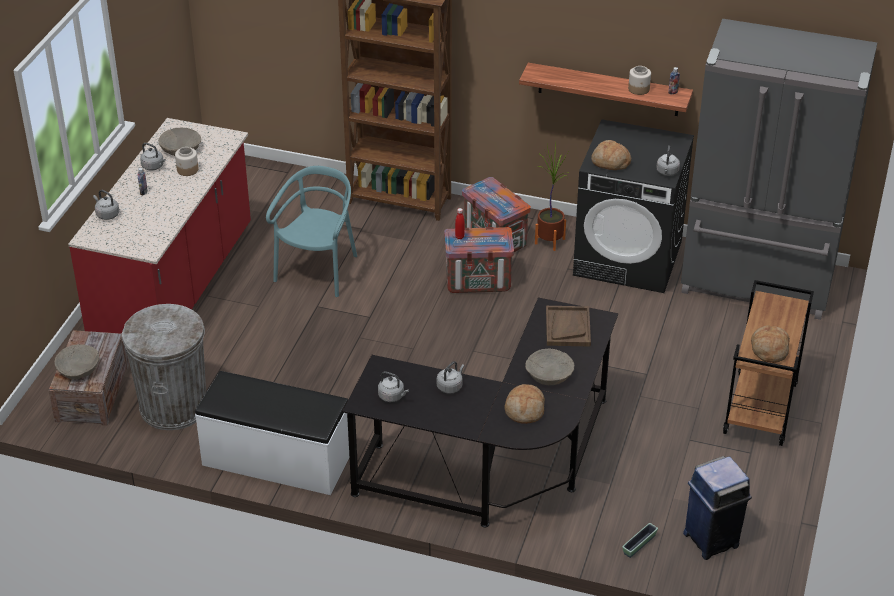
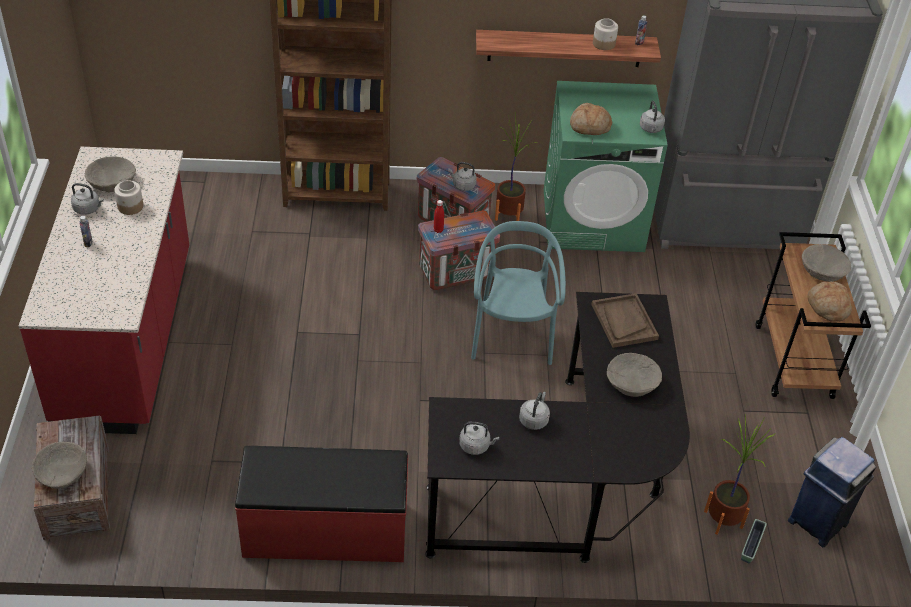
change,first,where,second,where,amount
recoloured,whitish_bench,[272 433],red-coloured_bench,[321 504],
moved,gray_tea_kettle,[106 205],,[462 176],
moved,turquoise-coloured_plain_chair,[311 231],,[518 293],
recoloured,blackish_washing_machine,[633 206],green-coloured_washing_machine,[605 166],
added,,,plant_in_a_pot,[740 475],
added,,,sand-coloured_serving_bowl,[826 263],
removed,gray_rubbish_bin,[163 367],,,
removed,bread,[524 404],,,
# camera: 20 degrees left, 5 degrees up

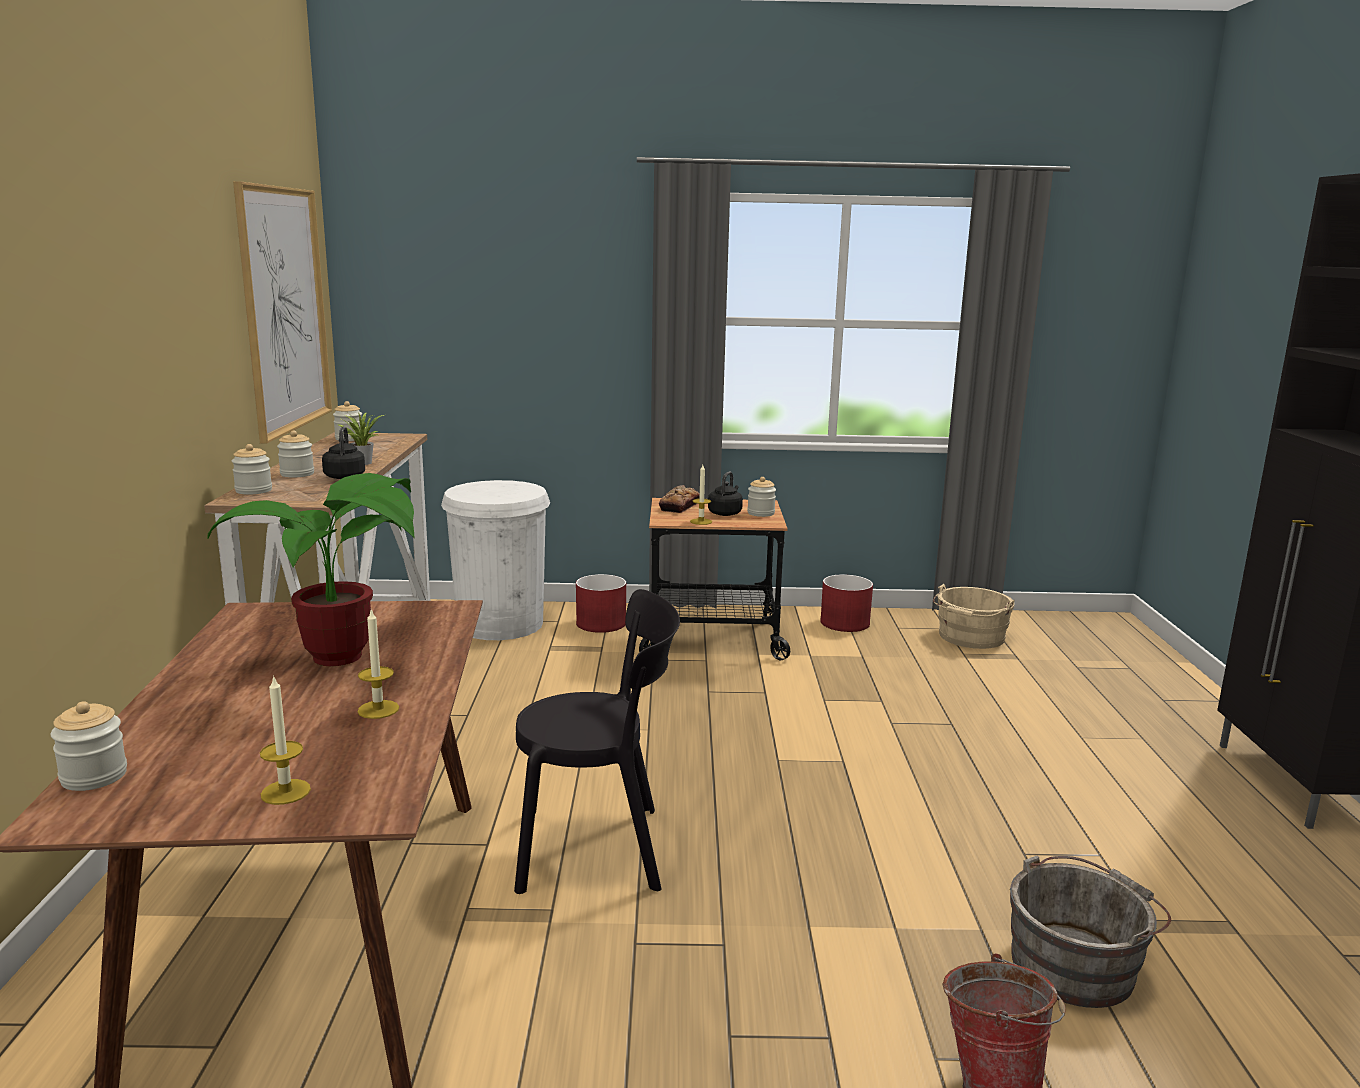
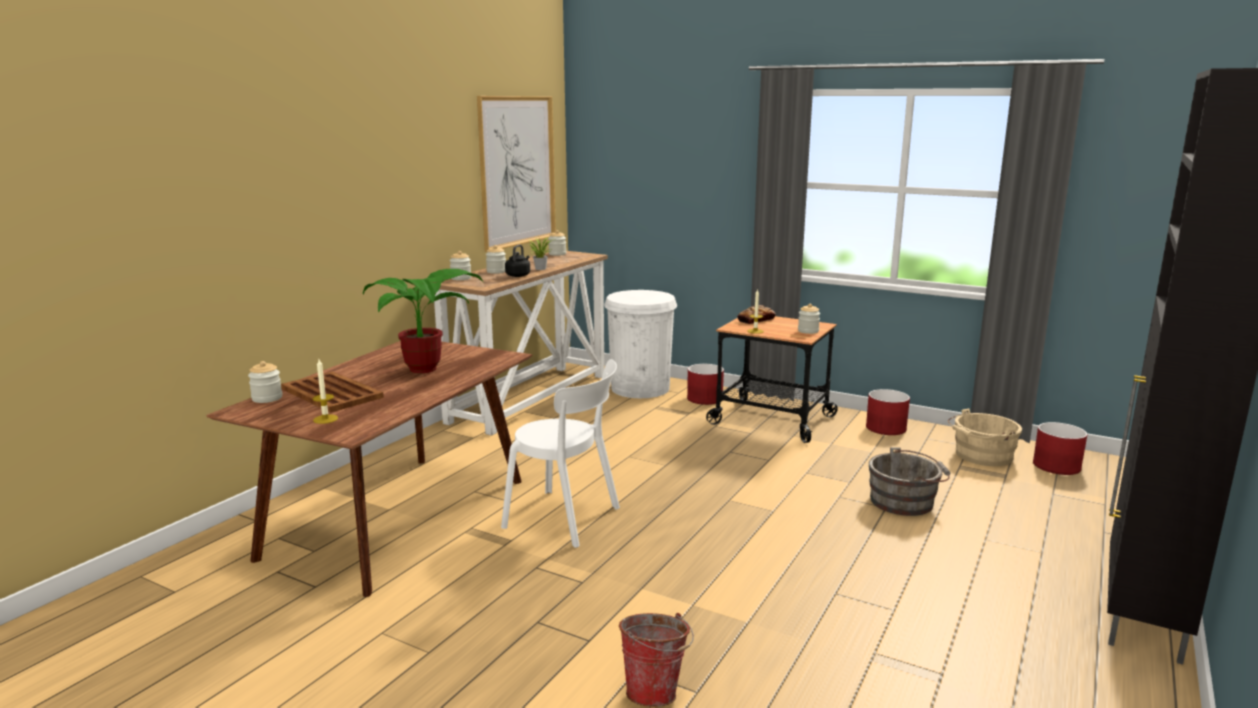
change,first,where,second,where,amount
added,,,brownish_serving_tray,[332 392],
recoloured,blackish_plain_chair,[597 741],whitish_plain_chair,[560 453],
moved,gray_bucket,[1090 931],,[909 481],
added,,,red-coloured_plant_pot,[1060 448],
removed,wax_candle,[378 664],,,
removed,blackish_tea_kettle,[725 493],,,
# camera: 30 degrees right, 0 degrees up

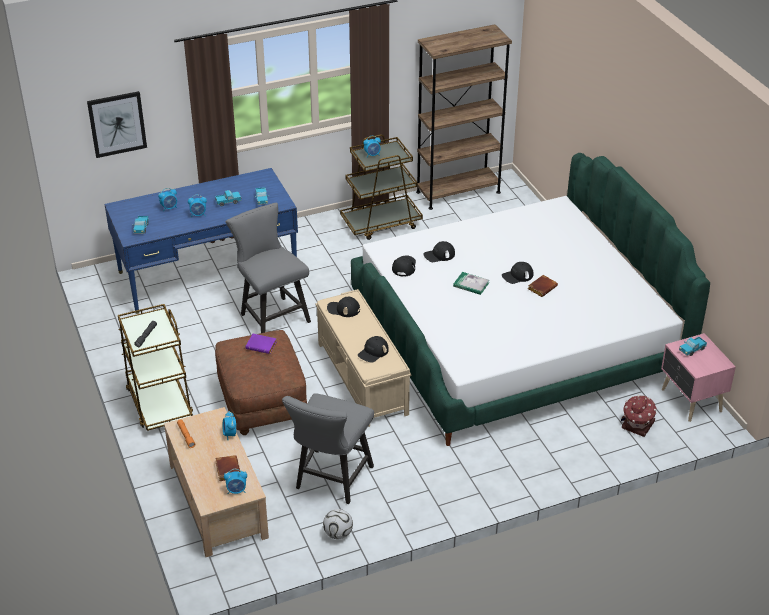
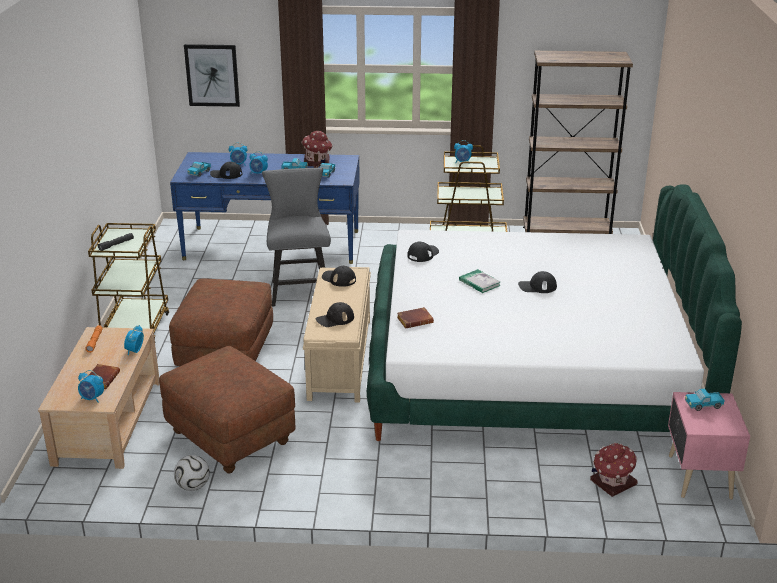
change,first,where,second,where,amount
replaced,gray_plain_chair,[328 448],brownish_ottoman,[227 409],
moved,blackish_cap,[439 251],,[226 170],
added,,,miniature_house,[317 149],
moved,brownish_volume,[543 286],,[415 318],
removed,purple_volume,[261 344],,,
# camera: 25 degrees right, 10 degrees down

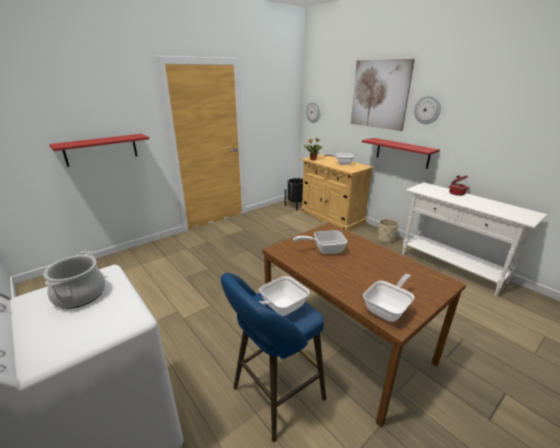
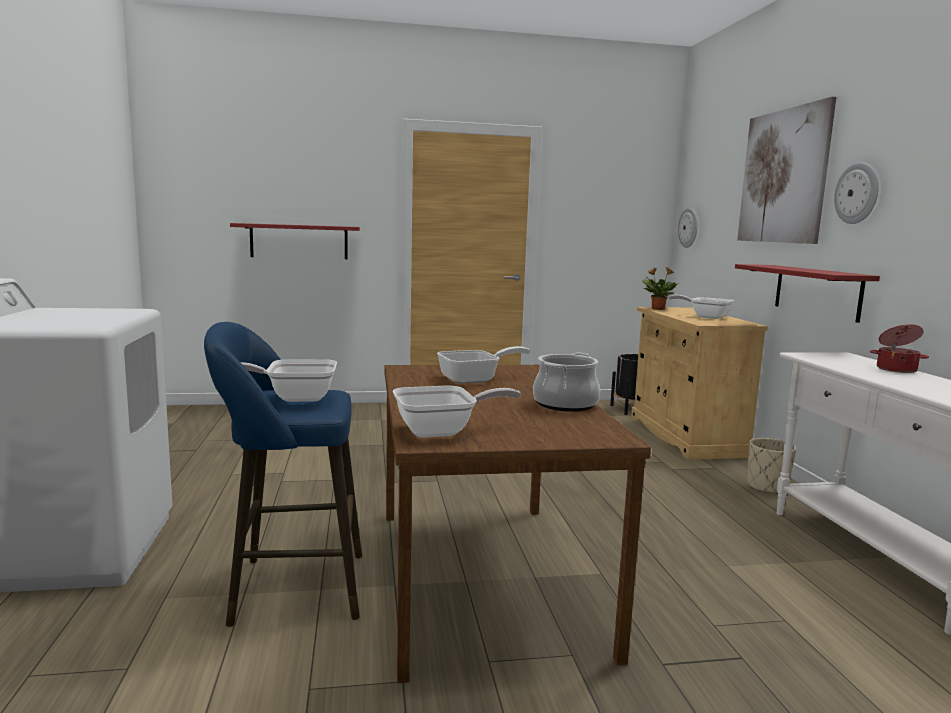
change,first,where,second,where,amount
turned,frying_pan,[320 242],,[483 365],135 degrees clockwise
moved,saucepot,[74 280],,[566 382],
# camera: 30 degrees right, 15 degrees down

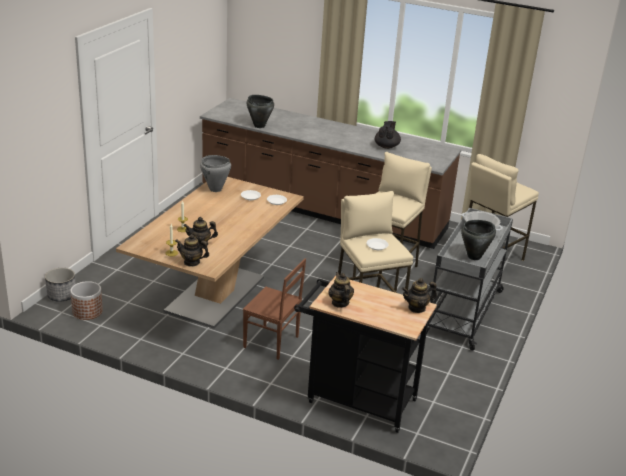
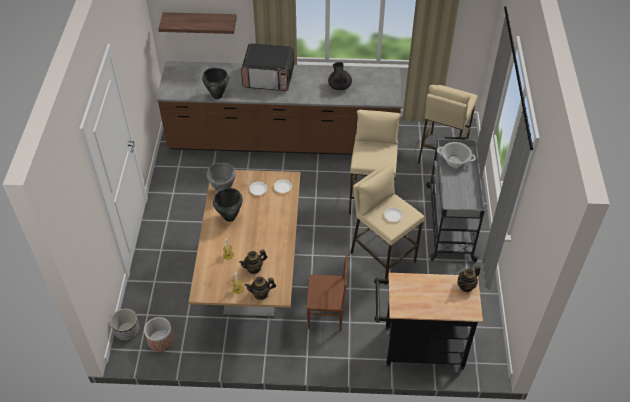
change,first,where,second,where,amount
added,,,bracket_shelf,[197 23],
moved,blackish_saucepot,[478 240],,[228 205],
added,,,kitchen_microwave,[267 67],
removed,teapot,[341 290],,,
# camera: 20 degrees left, 20 degrees up

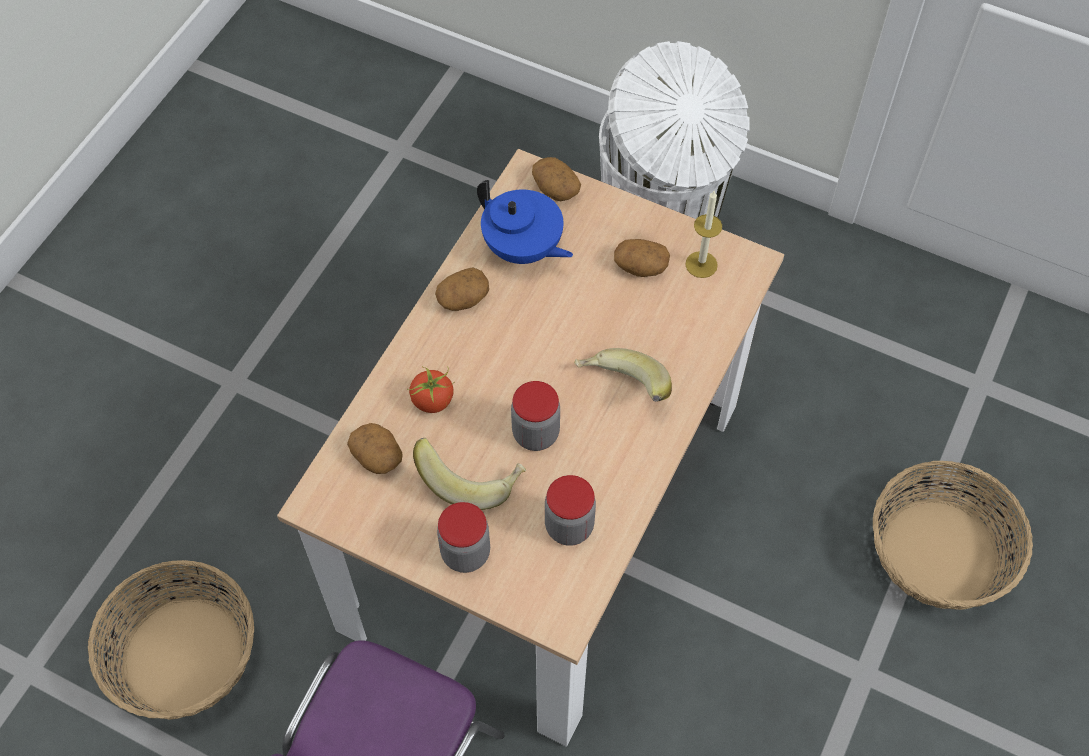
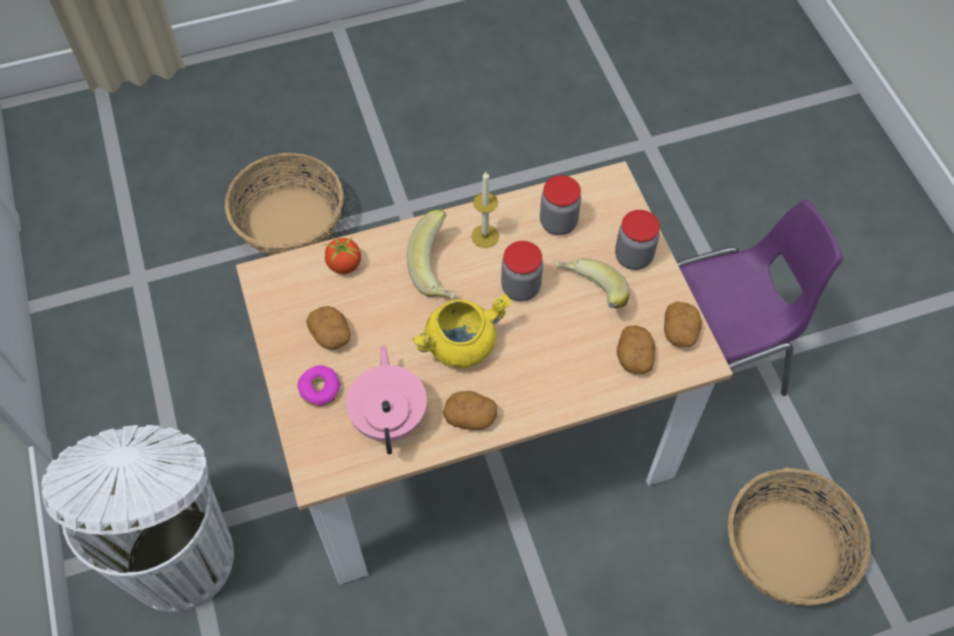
change,first,where,second,where,amount
added,,,doughnut,[319 386],
moved,whole_tomato,[430 389],,[341 254],
recoloured,blue_teapot,[525 222],pink-coloured_teapot,[386 399],
added,,,yellowish_saucepot,[462 331],
moved,wax_candle,[703 234],,[485 210],
moved,potato,[556 179],,[683 324],
# camera: 135 degrees left, 0 degrees up

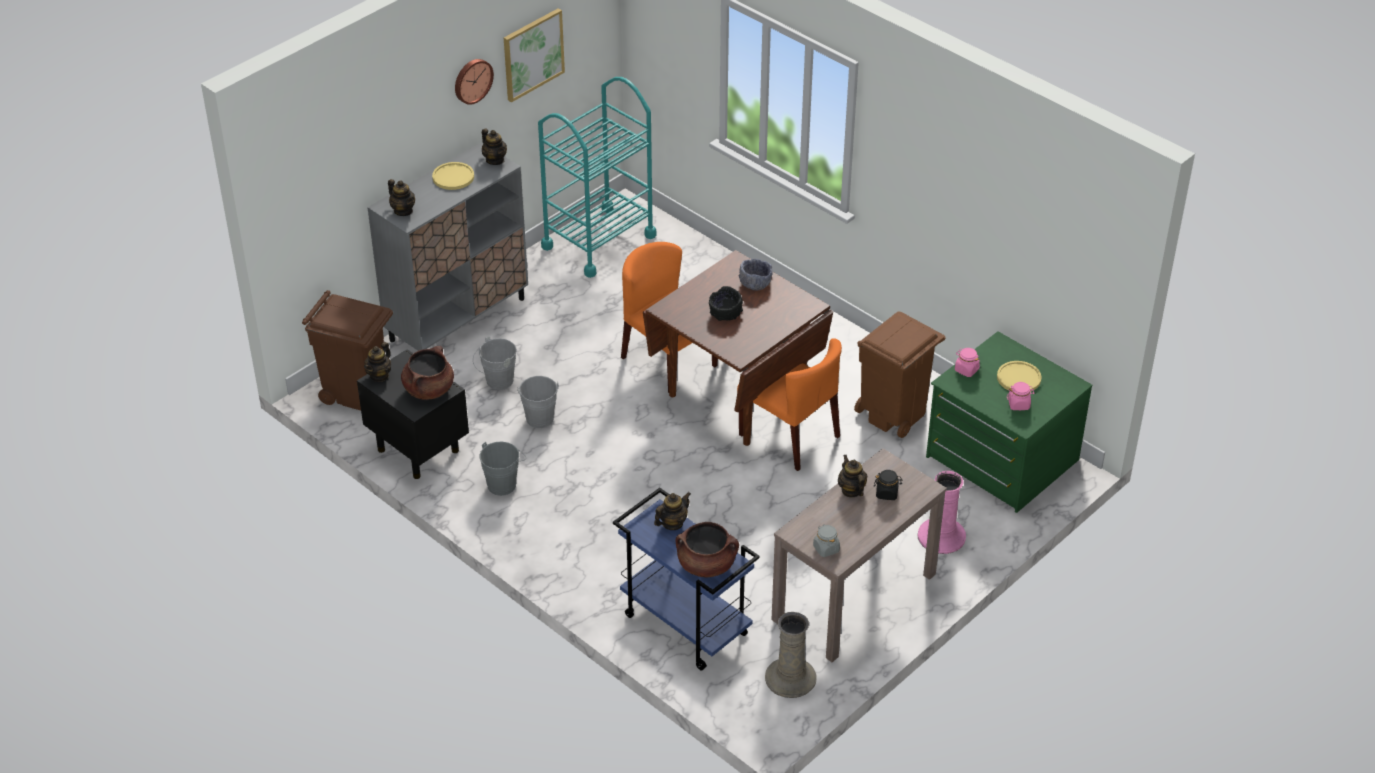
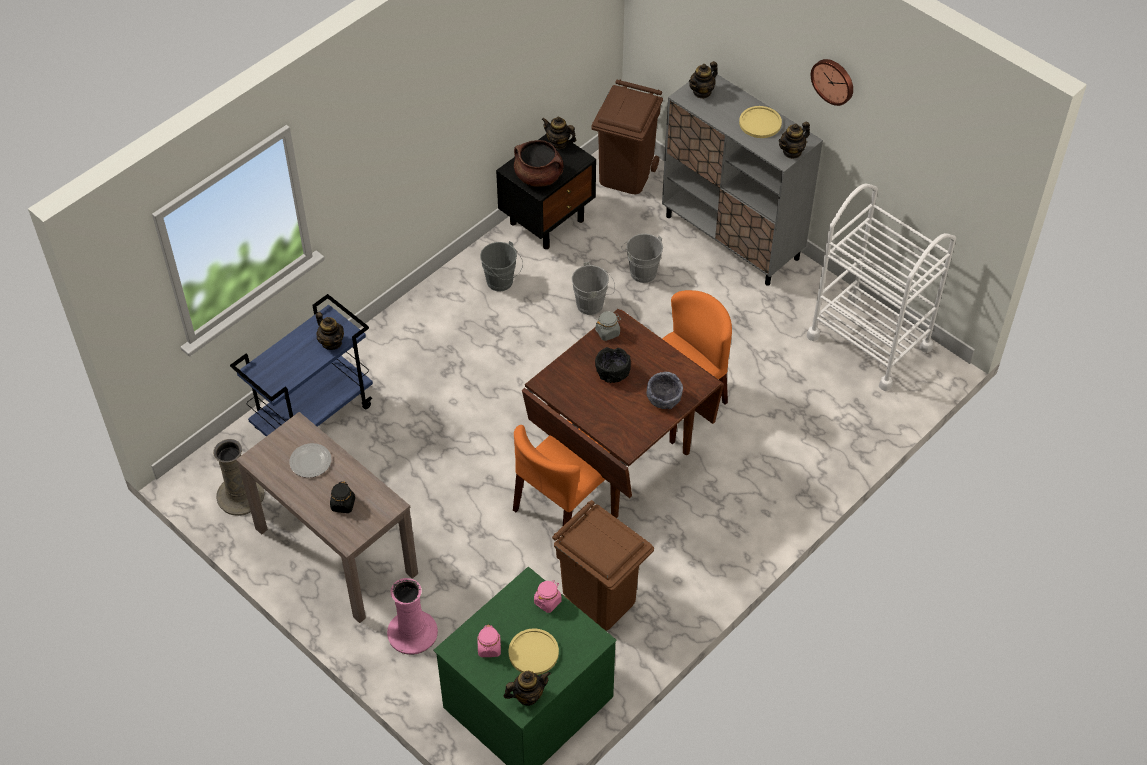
change,first,where,second,where,amount
added,,,dinner_plate,[310 460],
moved,teapot,[852 476],,[527 688],
moved,gray_storage_jar,[826 540],,[608 326],
recoloured,turquoise-coloured_cart,[597 177],whitish_cart,[881 287],
removed,wall_picture,[534 55],,,
removed,brownish_saucepot,[707 549],,,
# camera: 90 degrees right, 10 degrees up

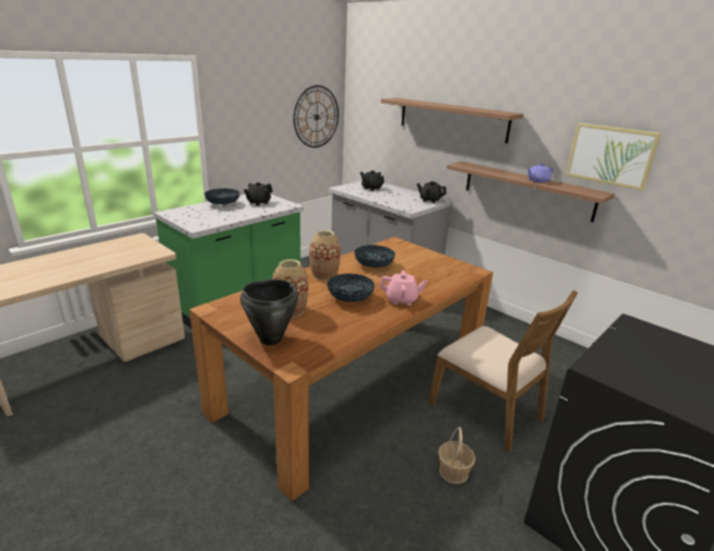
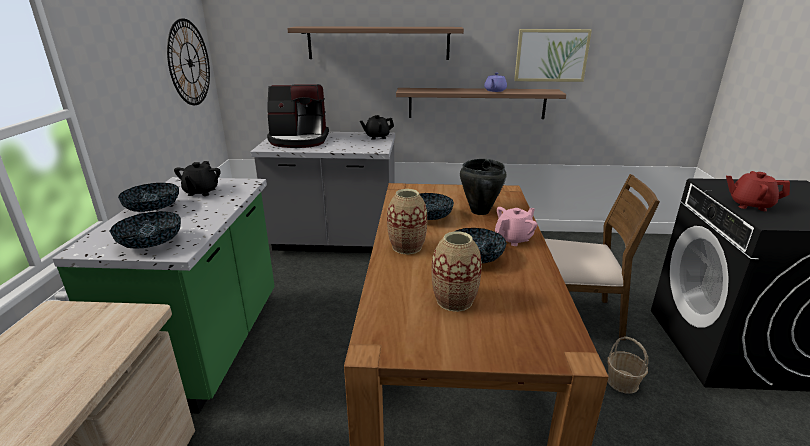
change,first,where,second,where,amount
added,,,serving_bowl,[145 230],
replaced,blackish_teapot,[372 181],coffee_machine,[298 116],
moved,blackish_saucepot,[269 312],,[483 187],
added,,,red-coloured_teapot,[758 191],
# camera: 40 degrees left, 0 degrees up

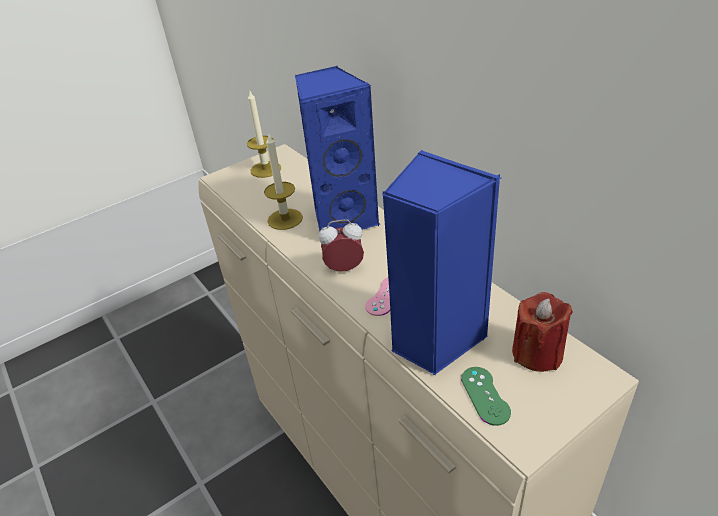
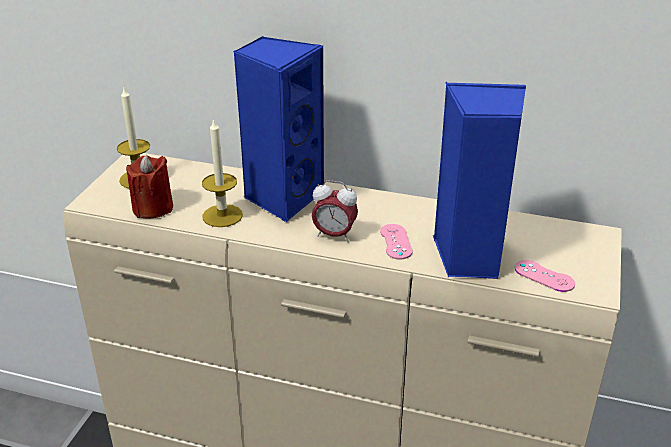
change,first,where,second,where,amount
moved,red-coloured_wax_candle,[542 332],,[149 187],
turned,bedside_clock,[341 245],,[335 211],120 degrees counterclockwise
recoloured,green-coloured_gamepad,[486 396],pink-coloured_gamepad,[545 276],
# camera: 40 degrees left, 5 degrees down

